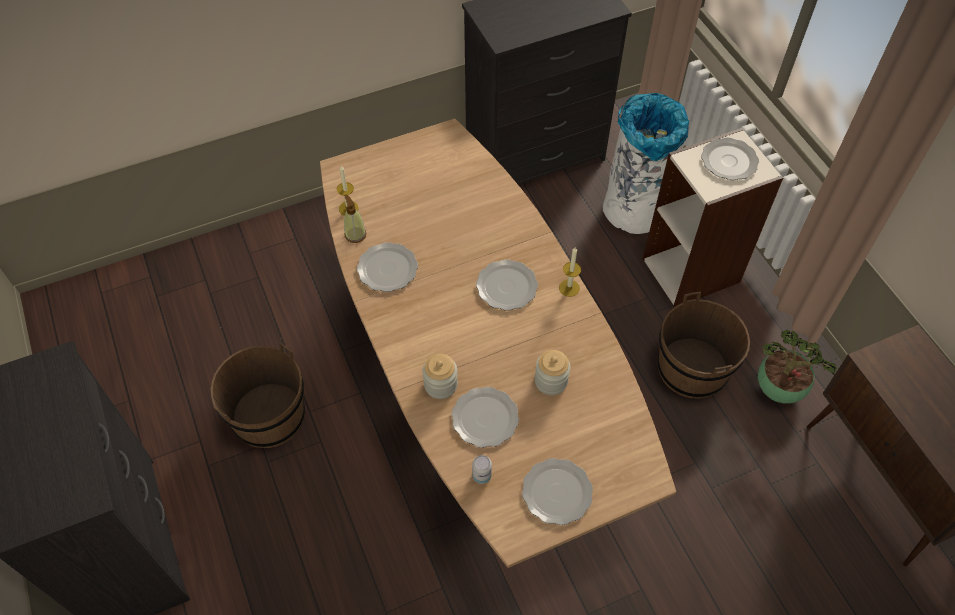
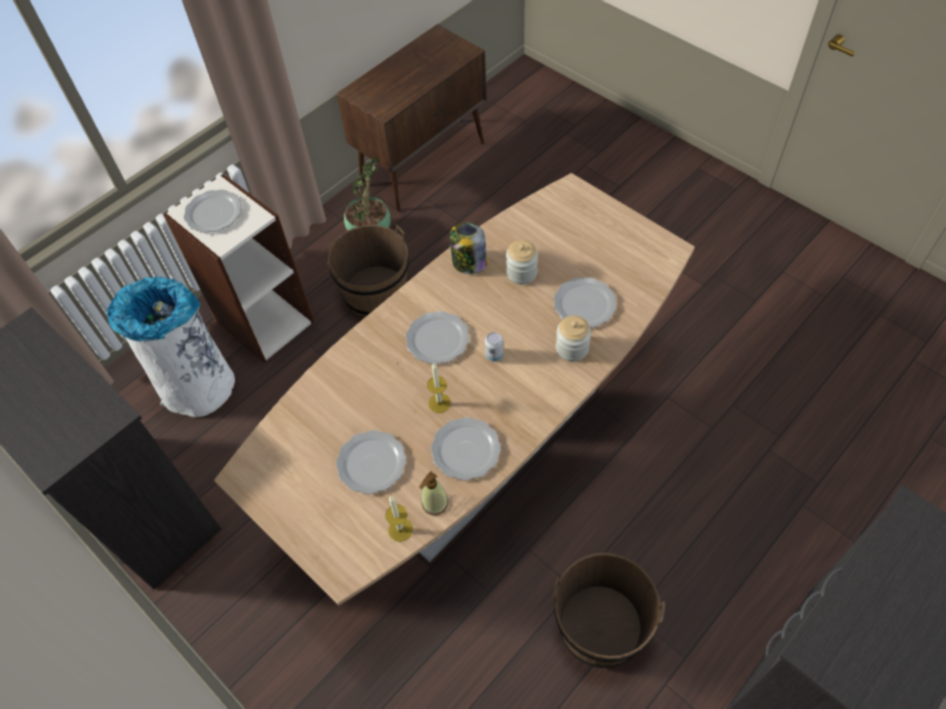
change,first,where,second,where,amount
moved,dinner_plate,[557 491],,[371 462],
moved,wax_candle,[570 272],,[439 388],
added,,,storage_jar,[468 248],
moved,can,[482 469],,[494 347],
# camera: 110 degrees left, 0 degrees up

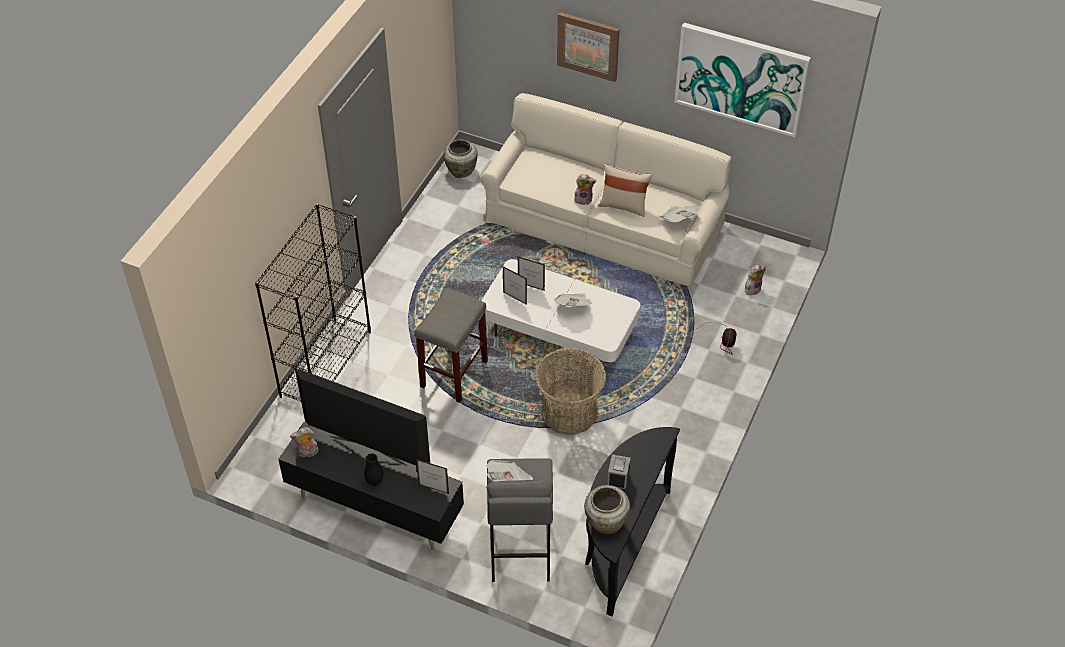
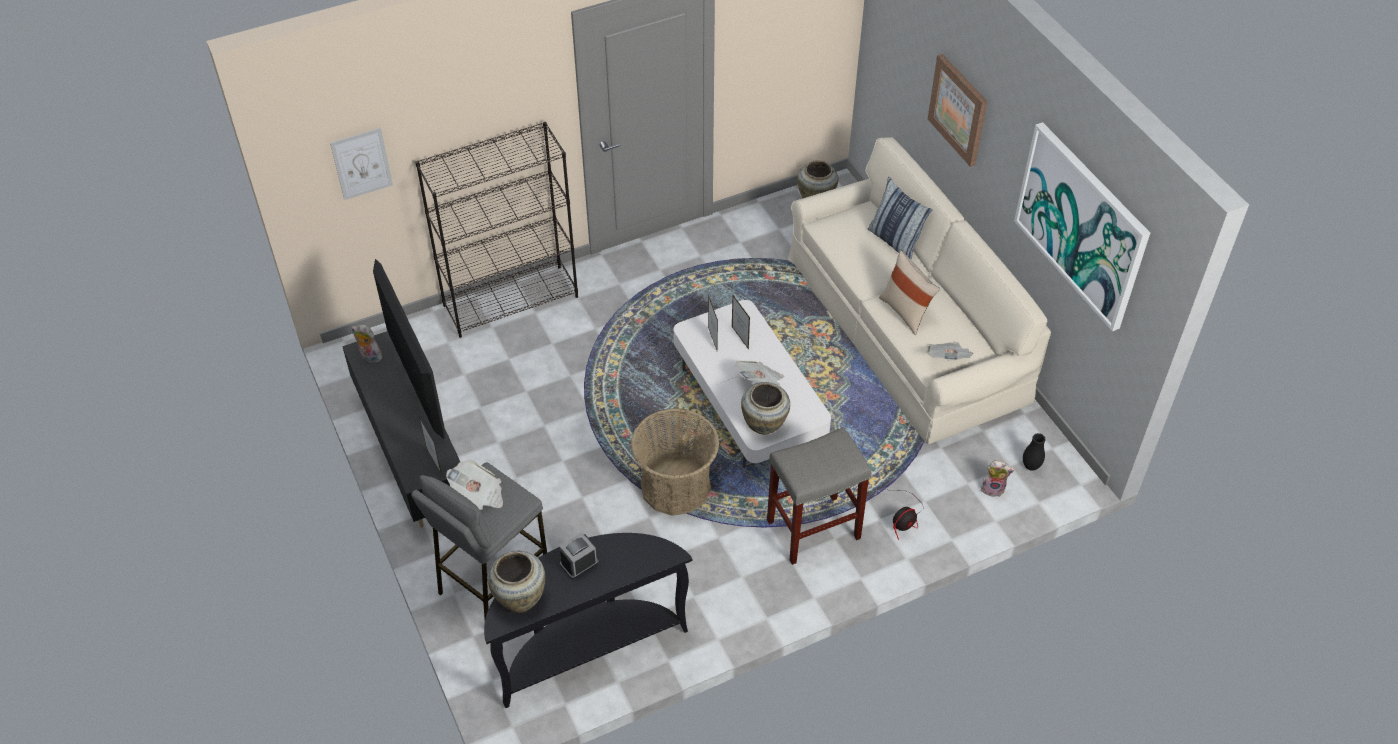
change,first,where,second,where,amount
added,,,wall_picture,[361 164],
added,,,sand-coloured_decorative_vase,[765 408],
moved,gray_sitting_stool,[451 345],,[819 496],
added,,,cushion,[900 218],
moved,blackish_decorative_vase,[374 469],,[1034 452],
removed,plush_toy,[585 189],,,
# camera: 40 degrees right, 0 degrees up

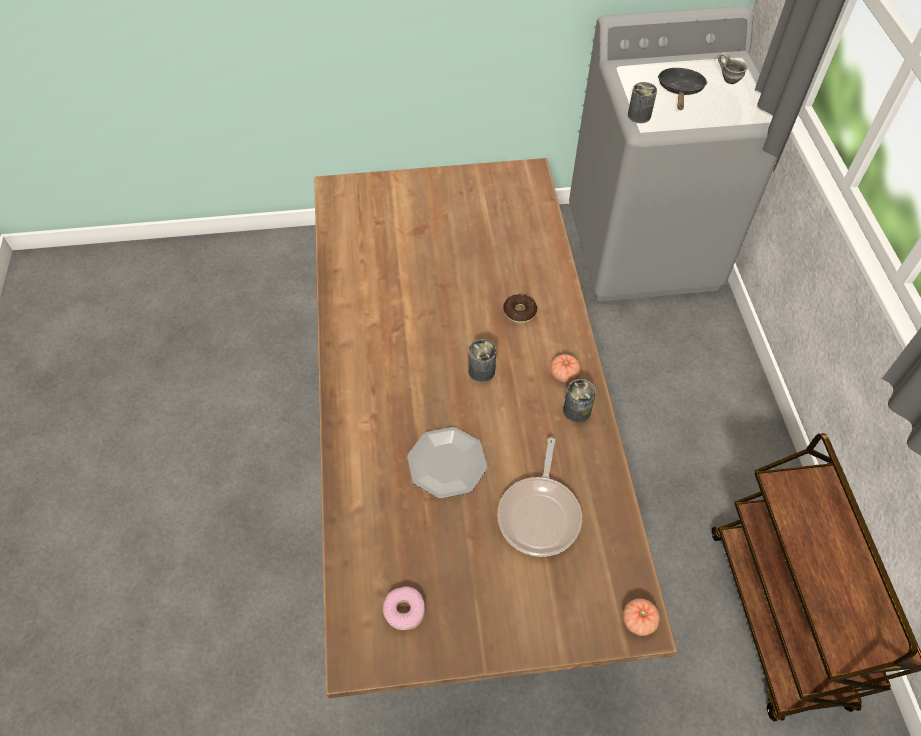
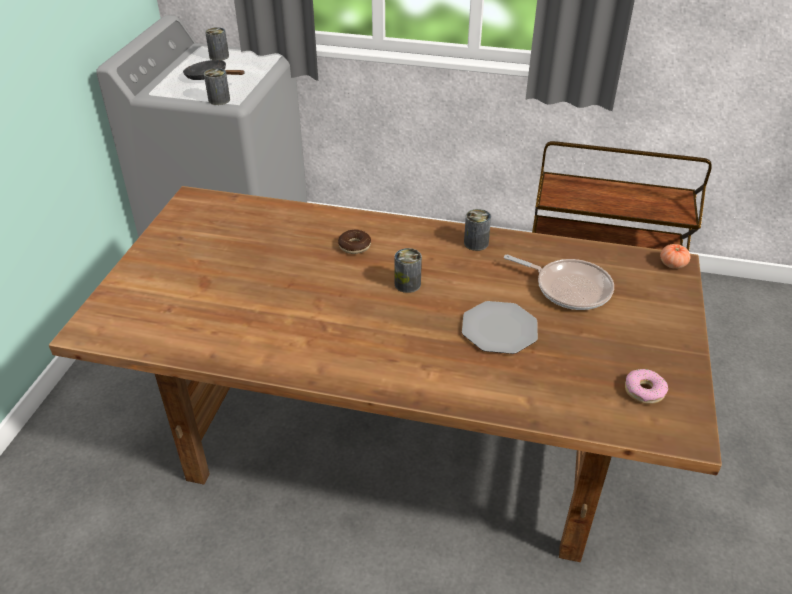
change,first,where,second,where,amount
replaced,gray_tea_mug,[733 68],can,[217 43],
removed,whole_tomato,[565 368],,,
# camera: 70 degrees left, 15 degrees down

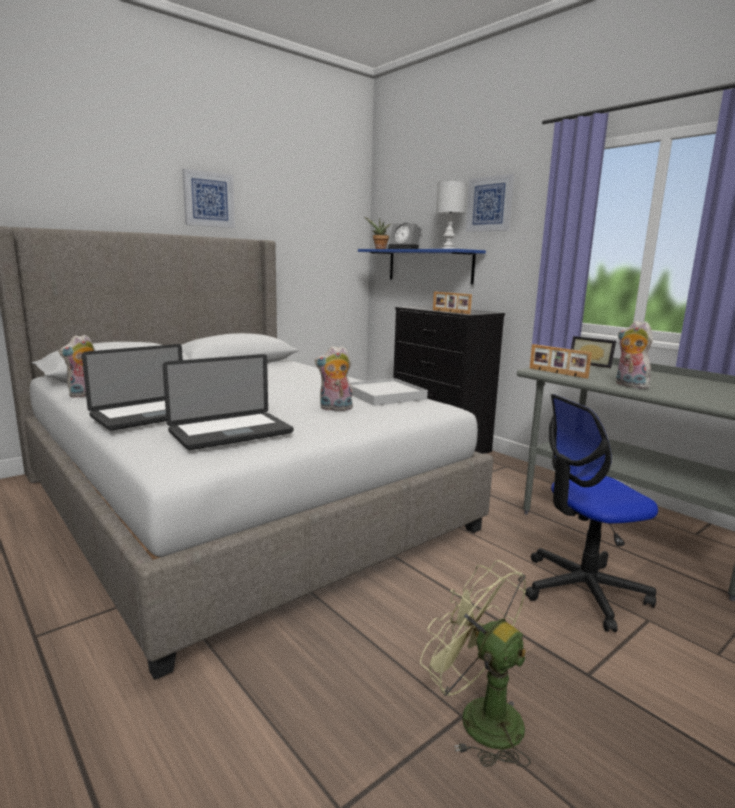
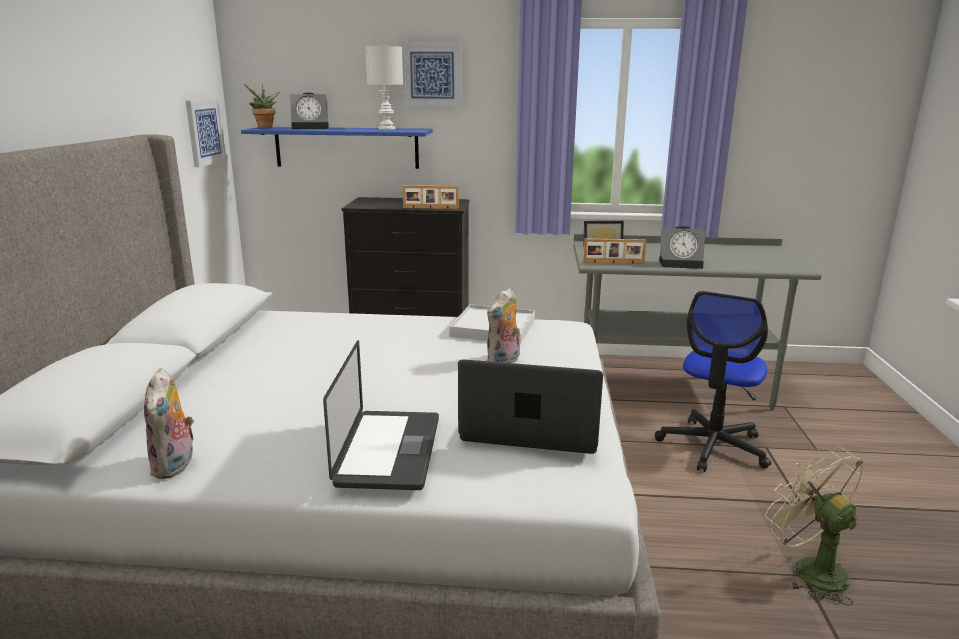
change,first,where,second,where,amount
moved,wall_picture,[208 198],,[206 133],
turned,laptop,[227 402],,[530 406],90 degrees counterclockwise
replaced,plush_toy,[634 355],bedside_clock,[682 247],
turned,green-coloured_electric_fan,[475 663],,[814 526],60 degrees clockwise
# camera: 45 degrees left, 5 degrees up

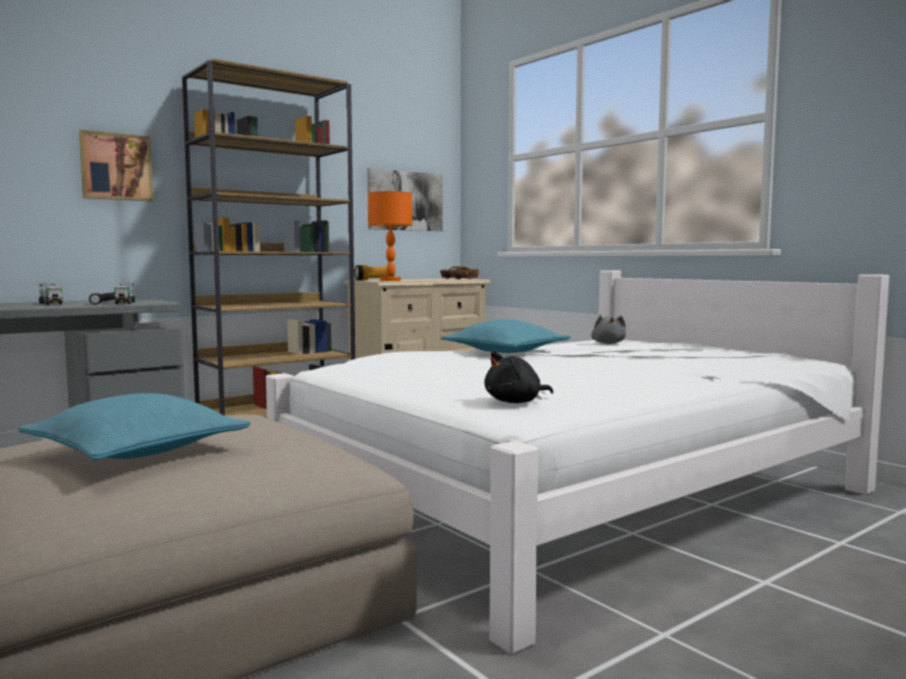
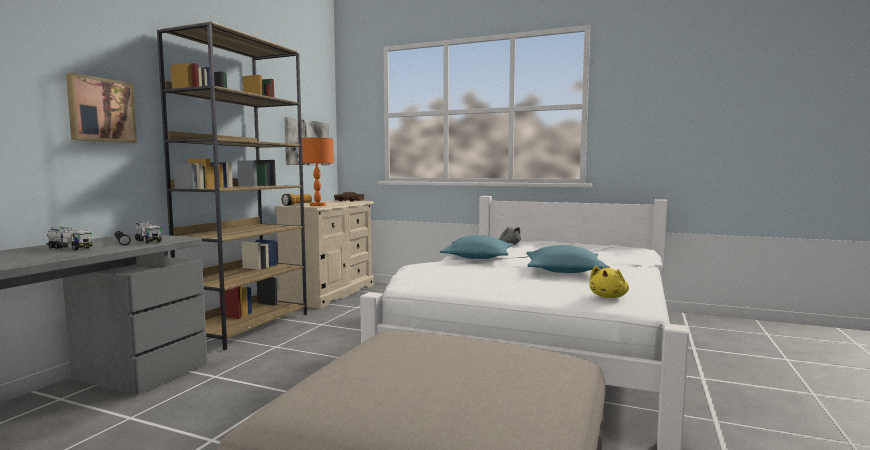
change,first,where,second,where,amount
moved,turquoise-coloured_cushion,[135 426],,[568 259],
recoloured,blackish_plush_toy,[519 377],yellowish_plush_toy,[609 282],
# camera: 30 degrees left, 0 degrees up

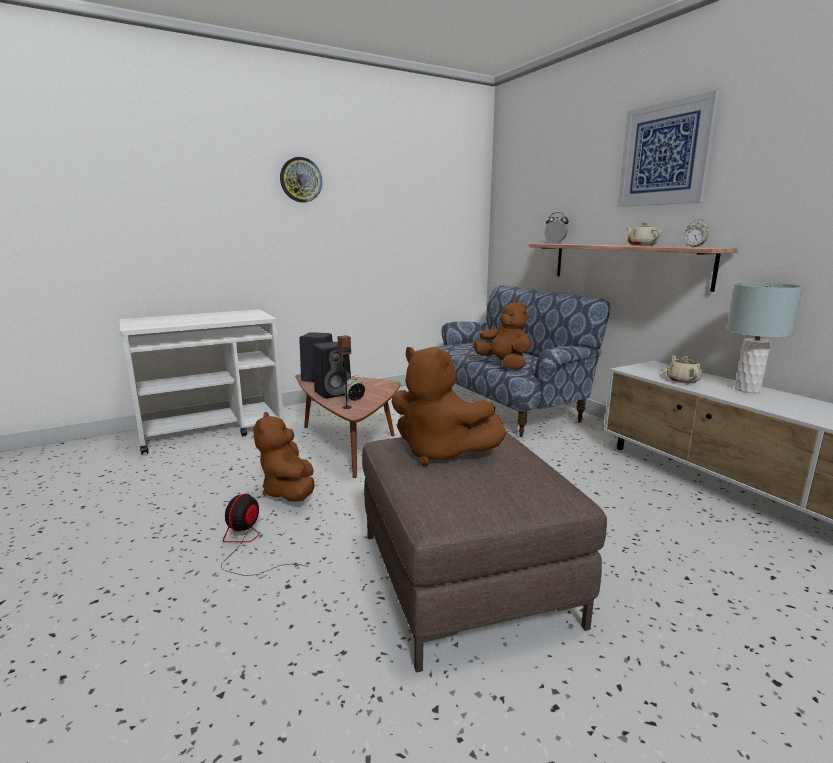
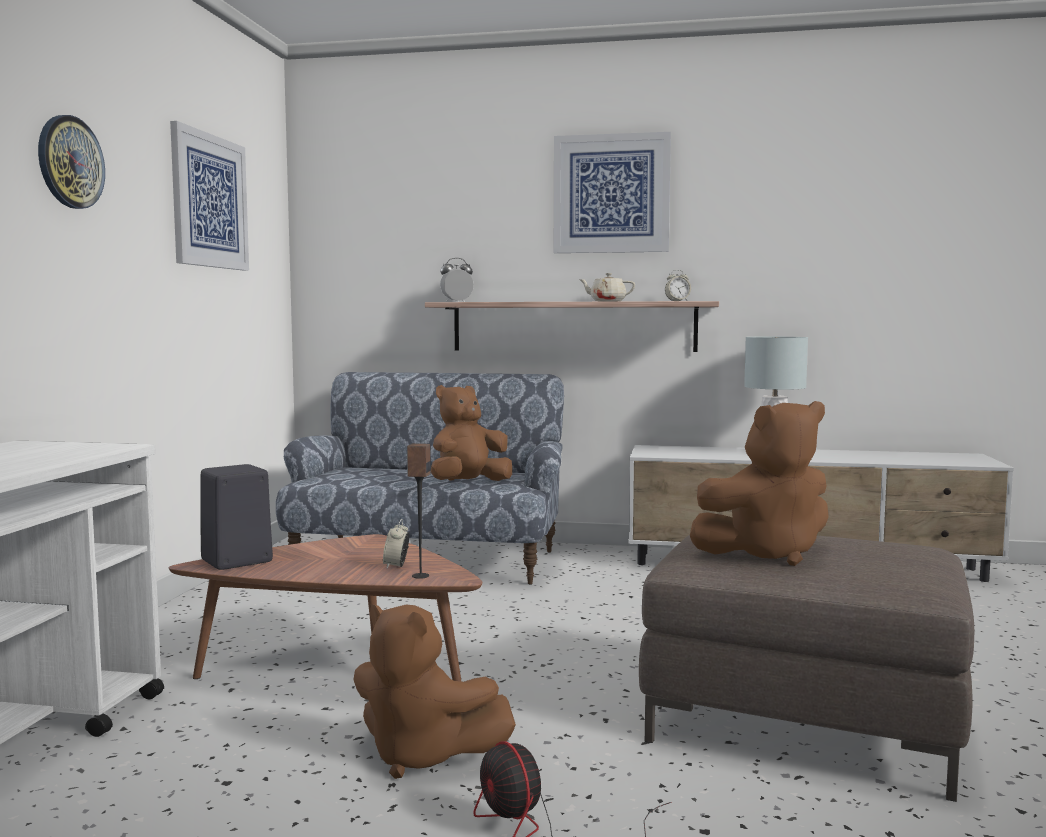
change,first,where,second,where,amount
added,,,wall_picture,[209 196],
turned,brownish_plush_toy,[502 335],,[471 433],45 degrees counterclockwise
removed,blackish_speaker,[332 370],,,
removed,sand-coloured_teapot,[684 369],,,
# camera: 50 degrees left, 10 degrees down

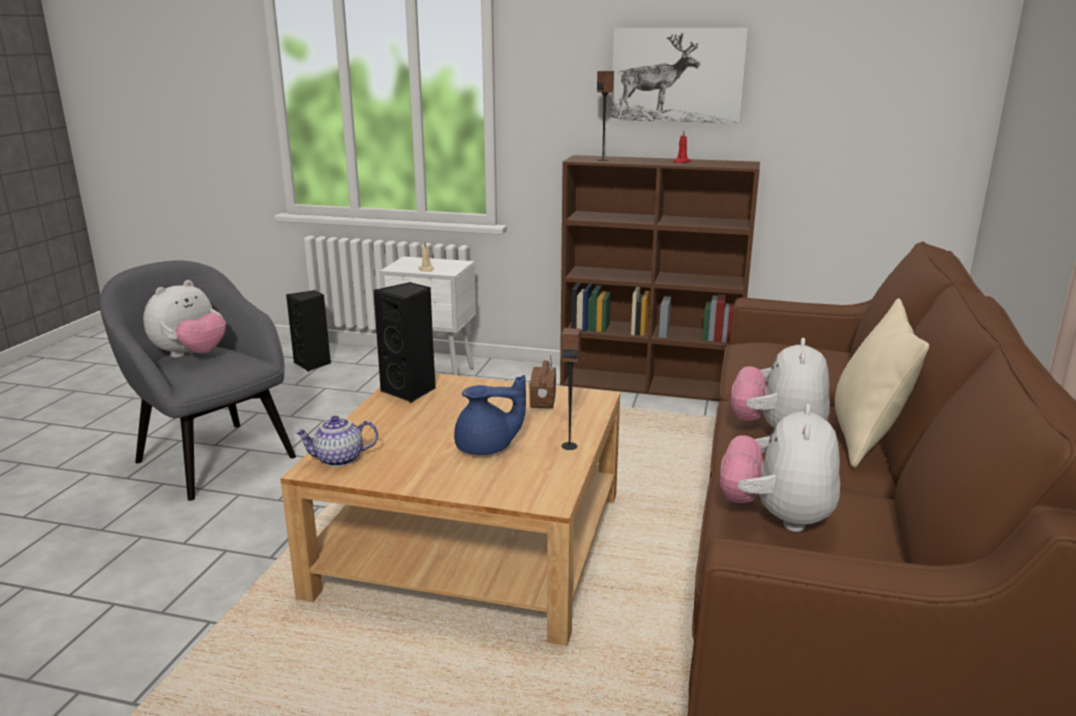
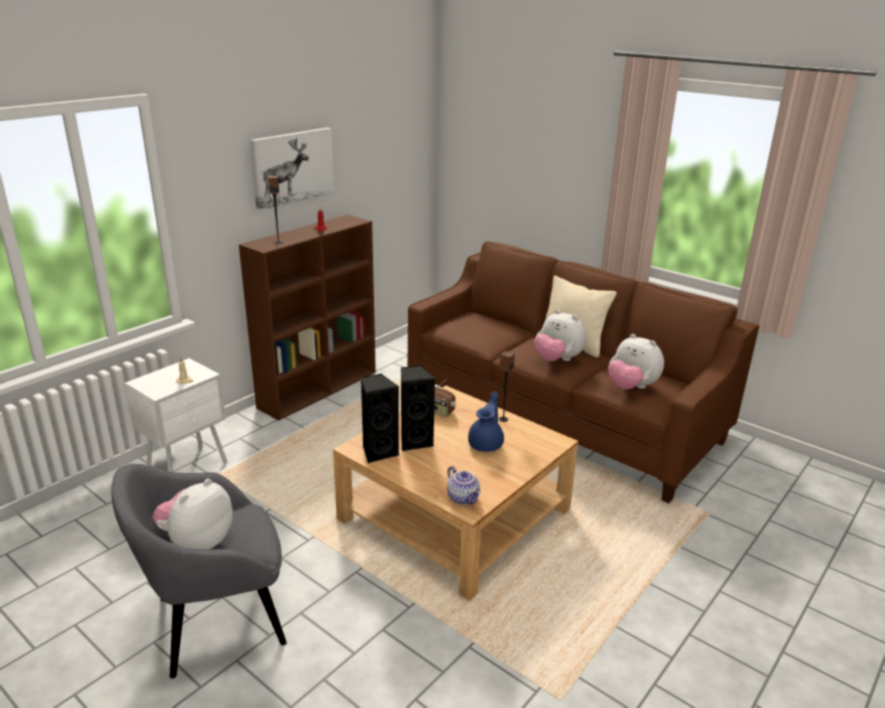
change,first,where,second,where,amount
turned,plush_toy,[184 319],,[192 514],120 degrees counterclockwise
moved,blackish_speaker,[308 331],,[418 408],
turned,teapot,[336 441],,[464 485],45 degrees counterclockwise
# camera: 65 degrees left, 5 degrees up

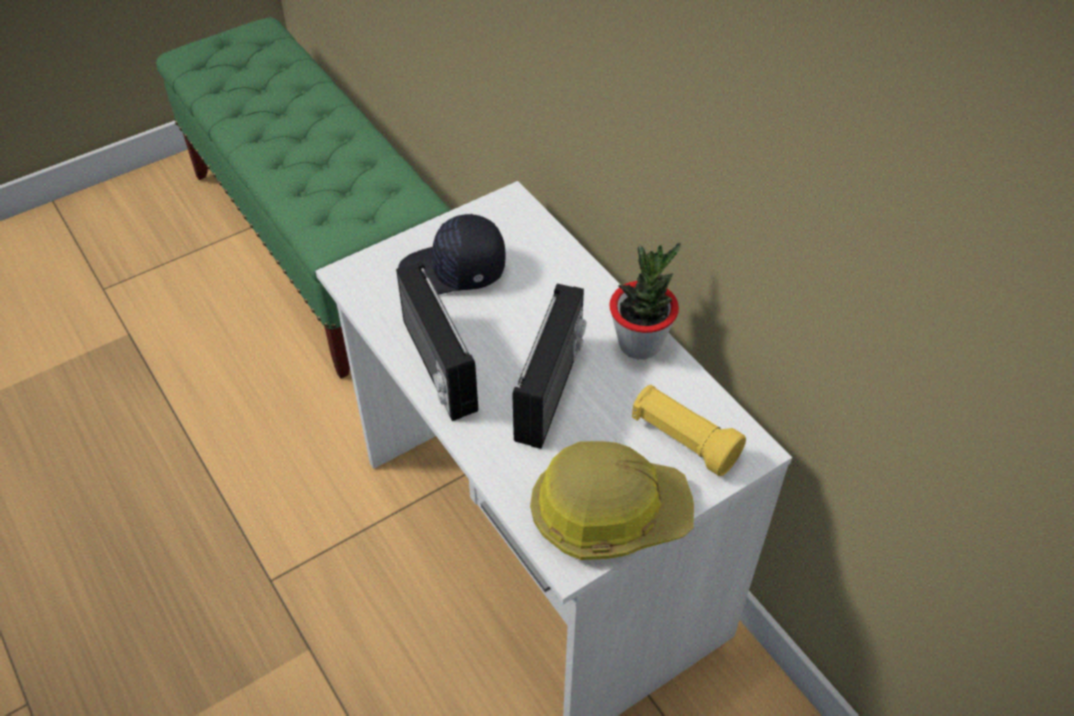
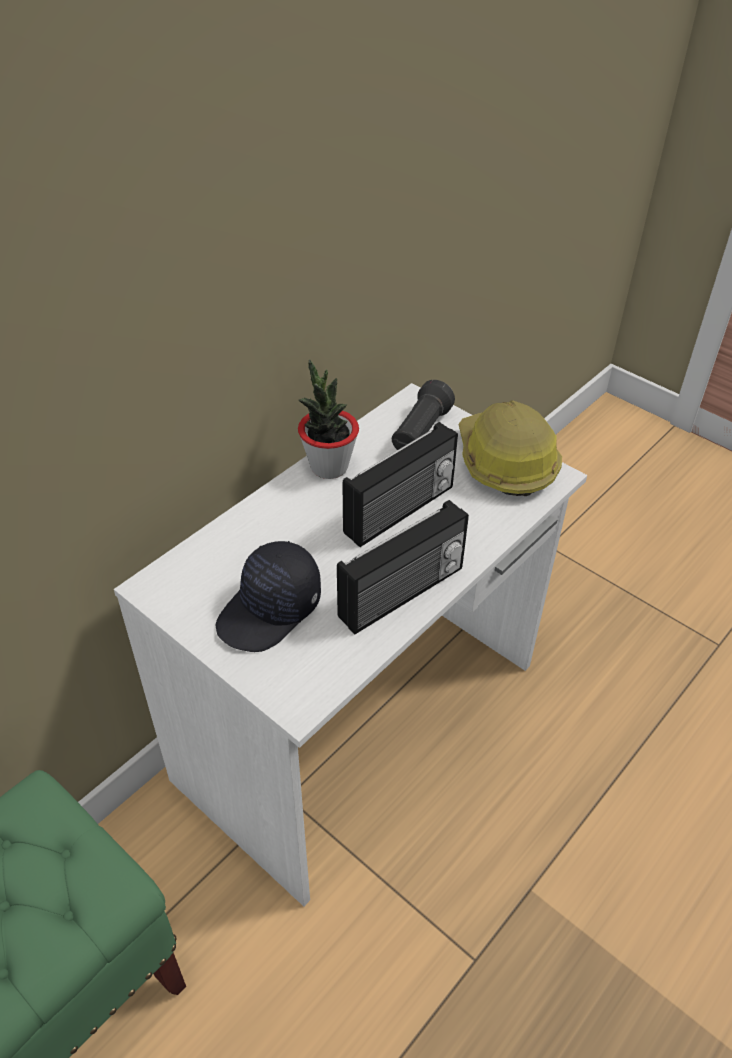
change,first,where,second,where,amount
turned,blackish_cap,[452 254],,[268 596],60 degrees clockwise
turned,radio_receiver,[549 366],,[400 484],135 degrees clockwise
recoloured,yellowish_torch,[689 430],blackish_torch,[423 415],
# camera: 105 degrees left, 5 degrees down

